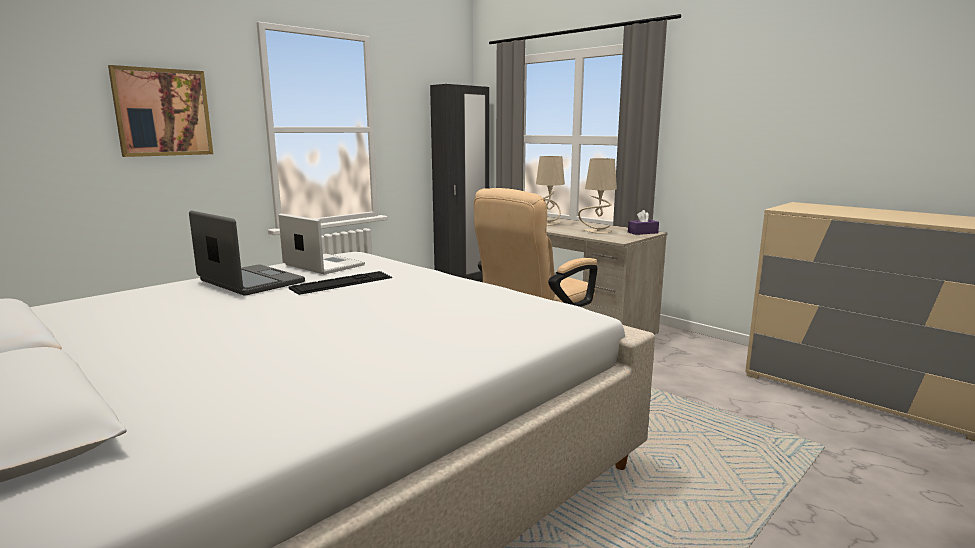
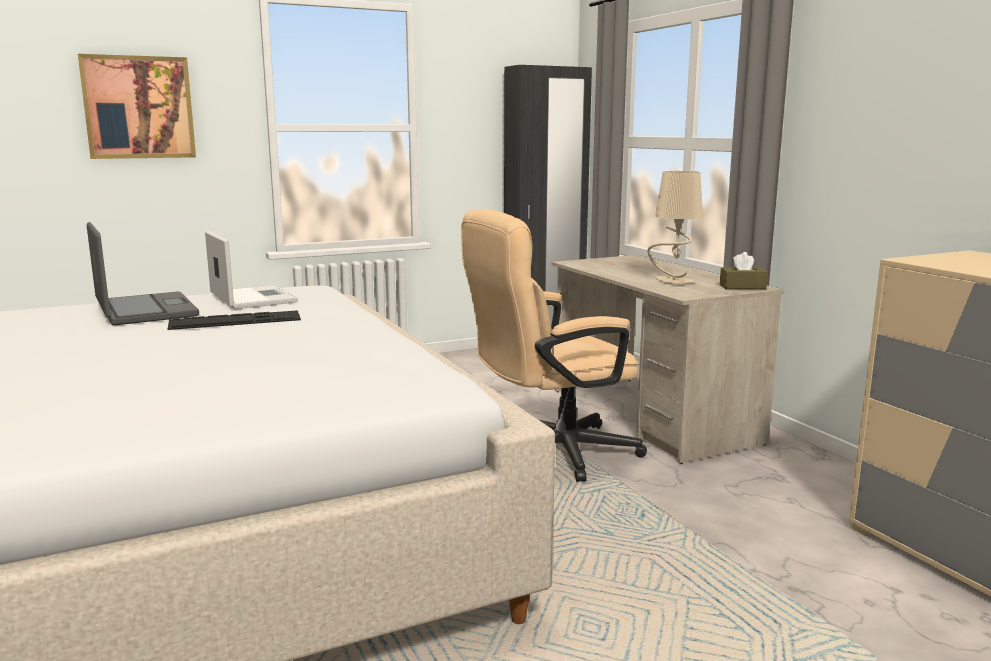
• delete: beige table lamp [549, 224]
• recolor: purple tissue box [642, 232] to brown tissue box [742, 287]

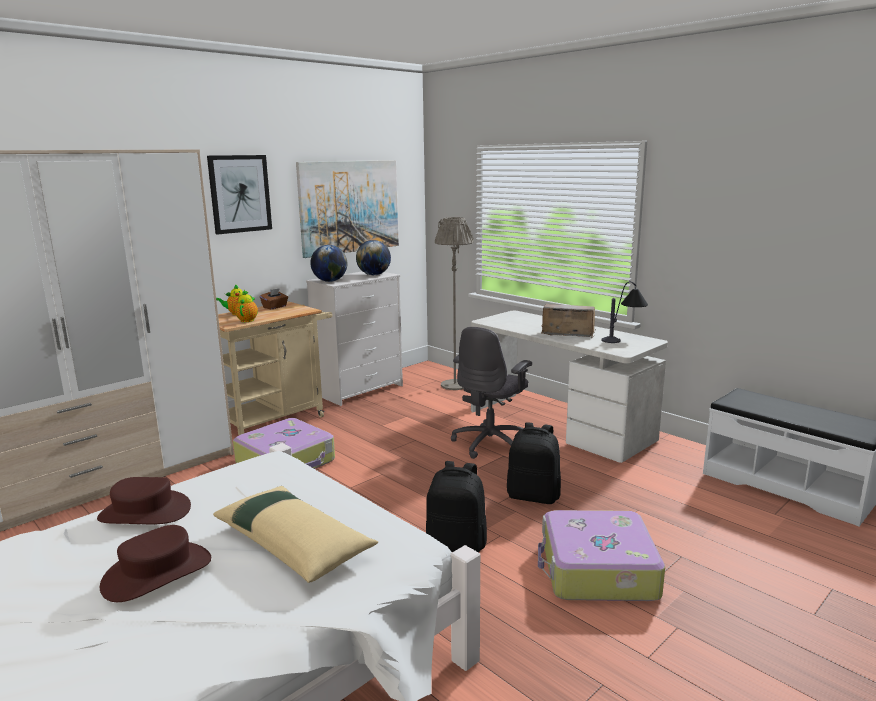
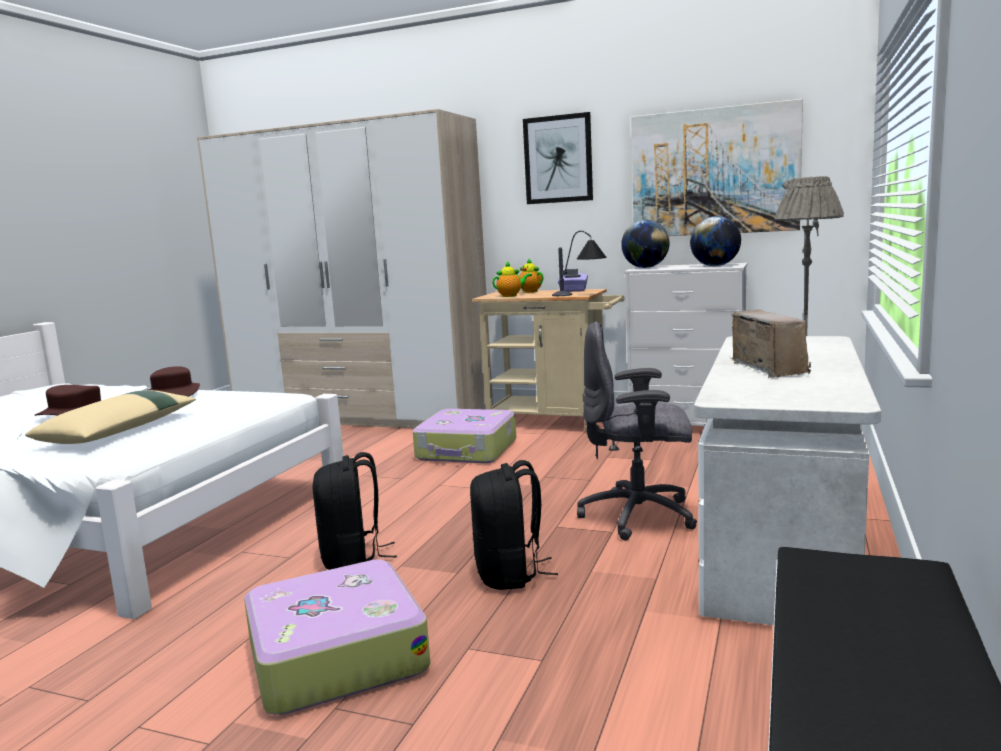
• move: table lamp [624, 337] to [581, 295]
• recolor: brown tissue box [275, 307] to purple tissue box [573, 291]

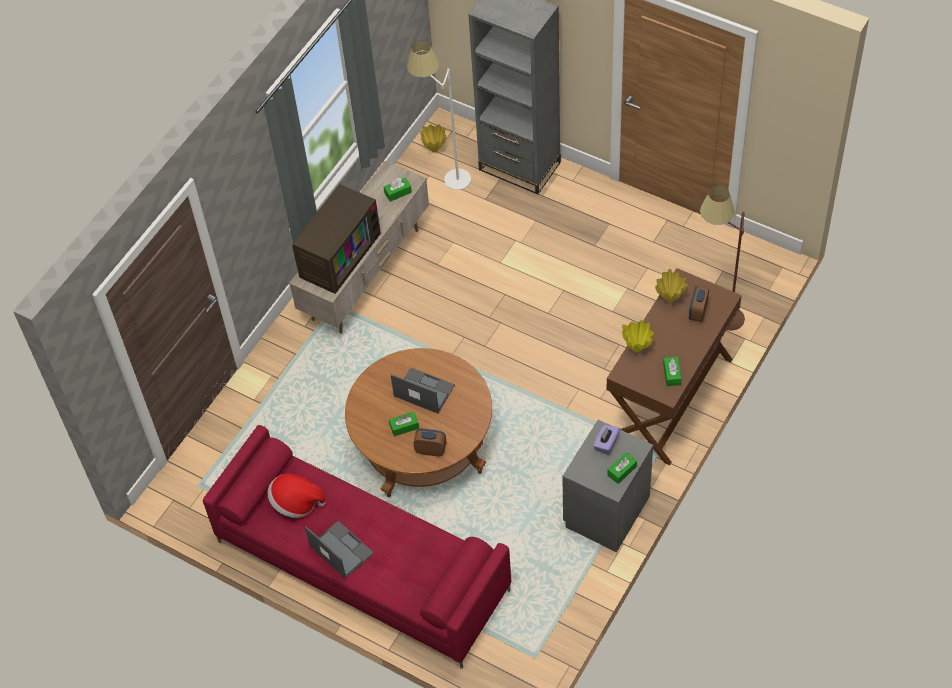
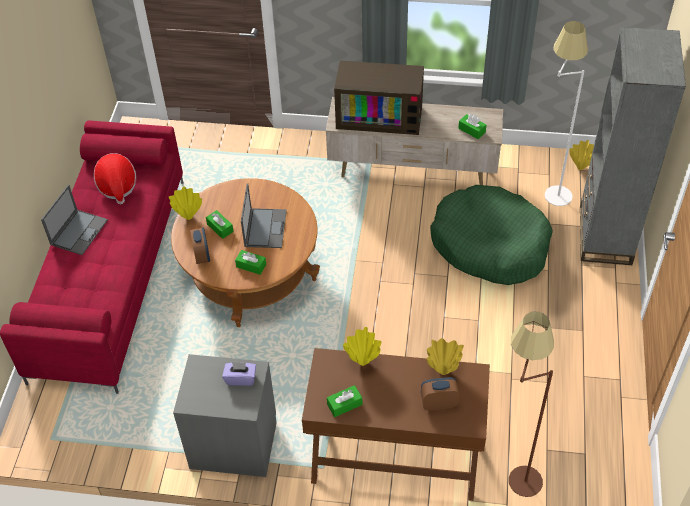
• insert: yellow vase [188, 217]
• insert: green dog bed [489, 245]
• move: green tissue box [622, 471] to [251, 266]

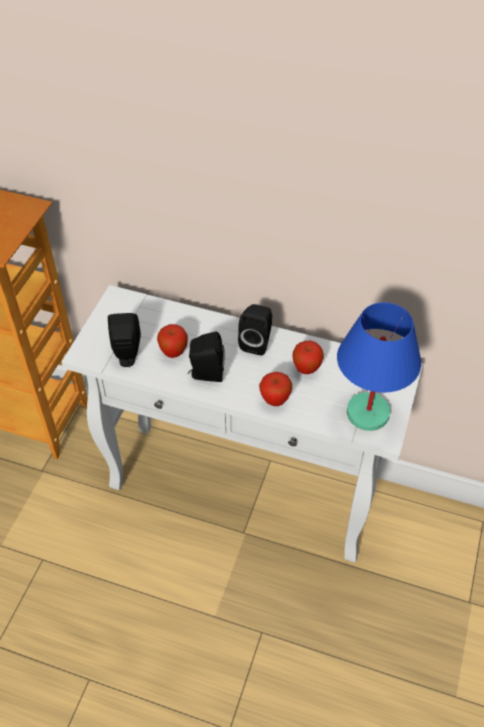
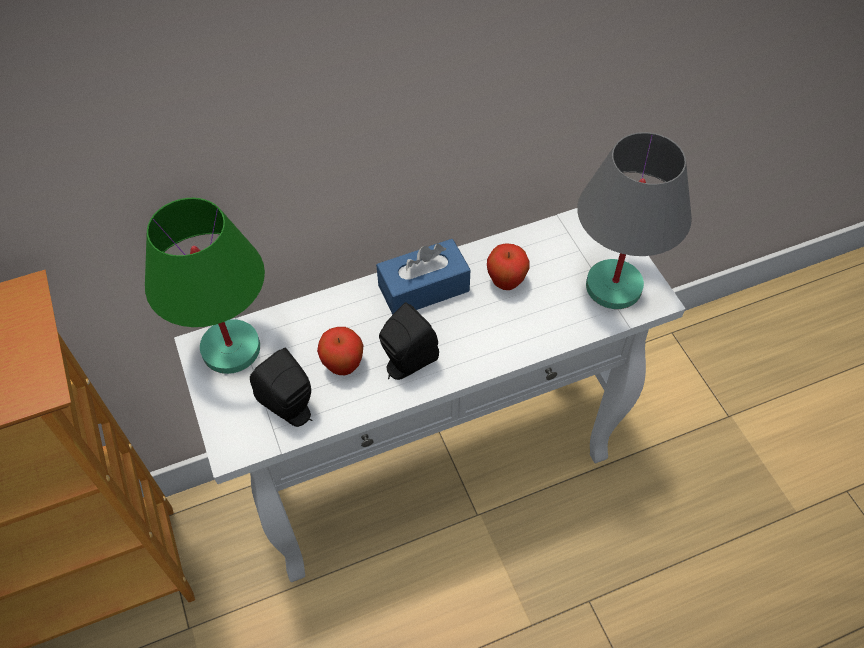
• delete: apple [275, 400]
• insert: green table lamp [230, 348]
• replace: black speaker [256, 342] to blue tissue box [423, 288]
• recolor: blue table lamp [367, 414] to grey table lamp [614, 288]

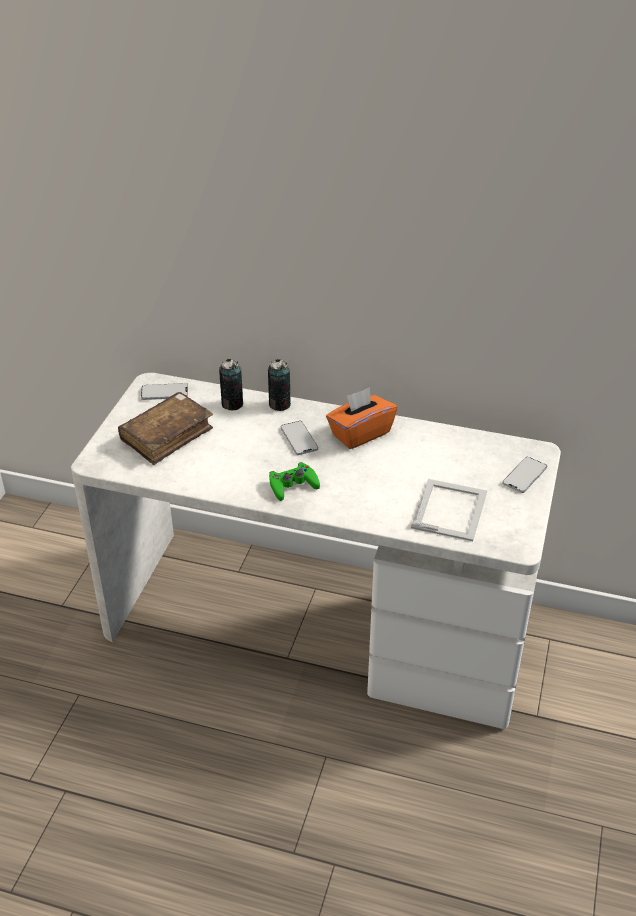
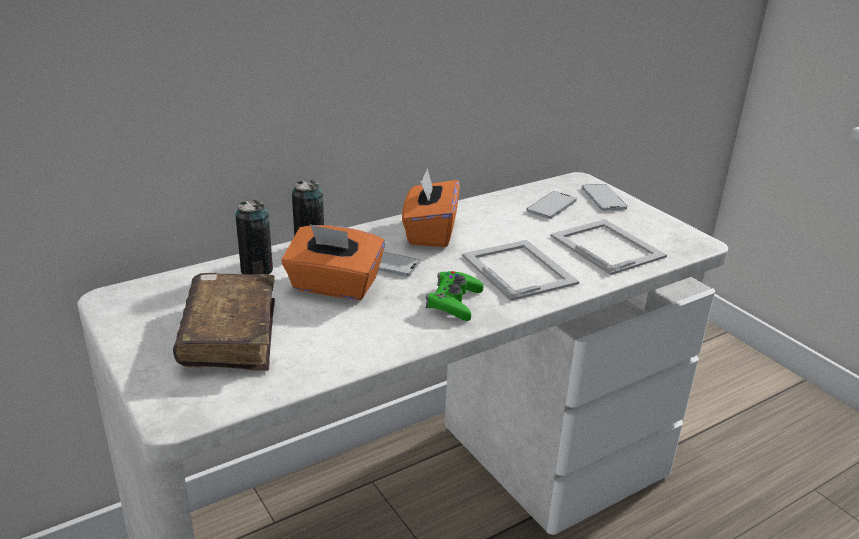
• insert: orange tissue box [334, 286]
• insert: picture frame [519, 268]
• move: phone [164, 392] to [551, 206]

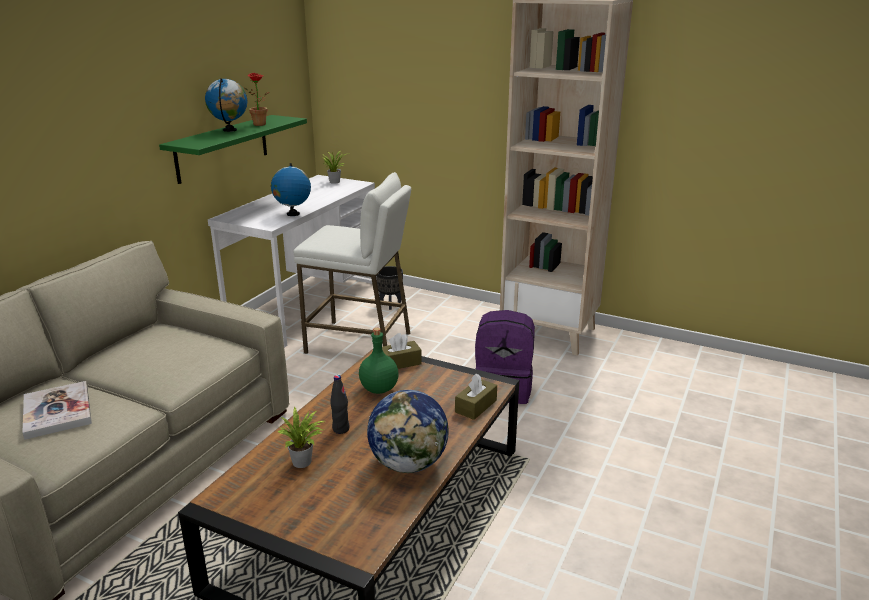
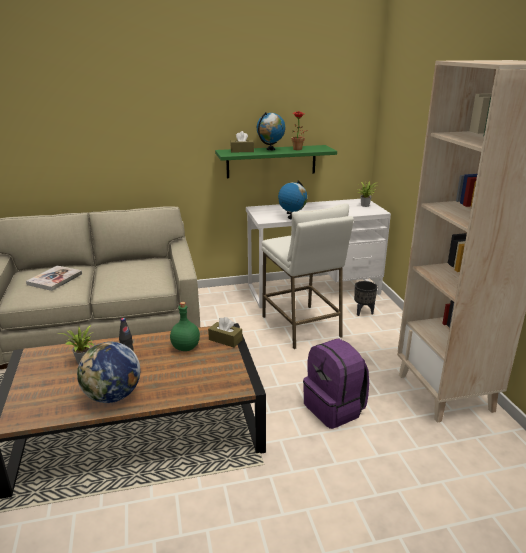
• move: brown tissue box [476, 406] to [242, 151]

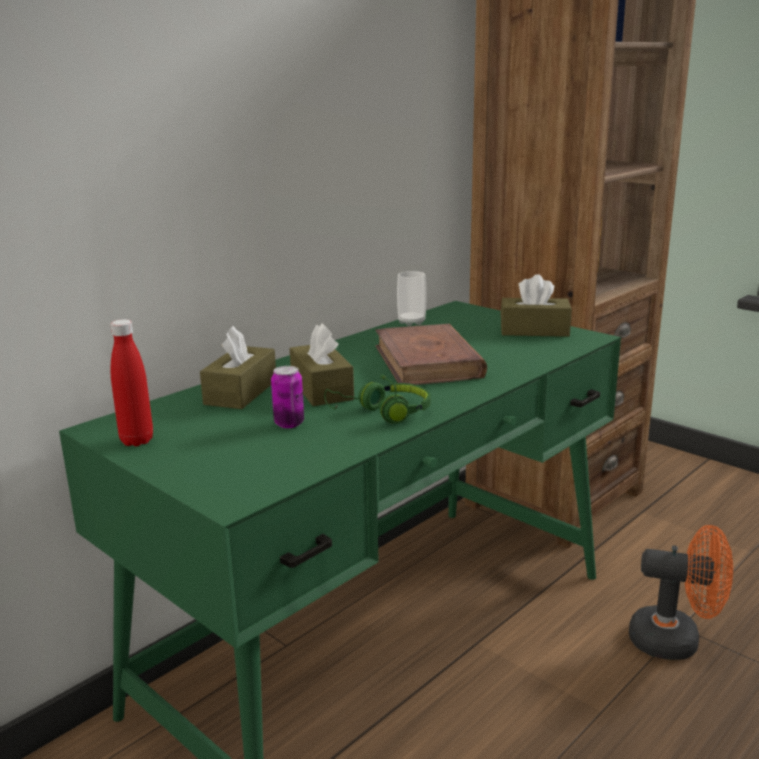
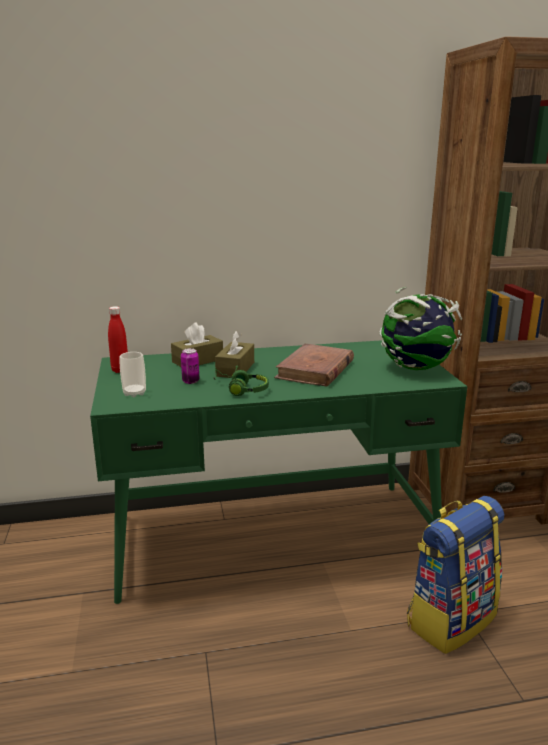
• move: cup [411, 322] to [134, 393]
• replace: brown tissue box [534, 330] to globe [416, 368]
• replace: orange fan [676, 641] to backpack [450, 619]

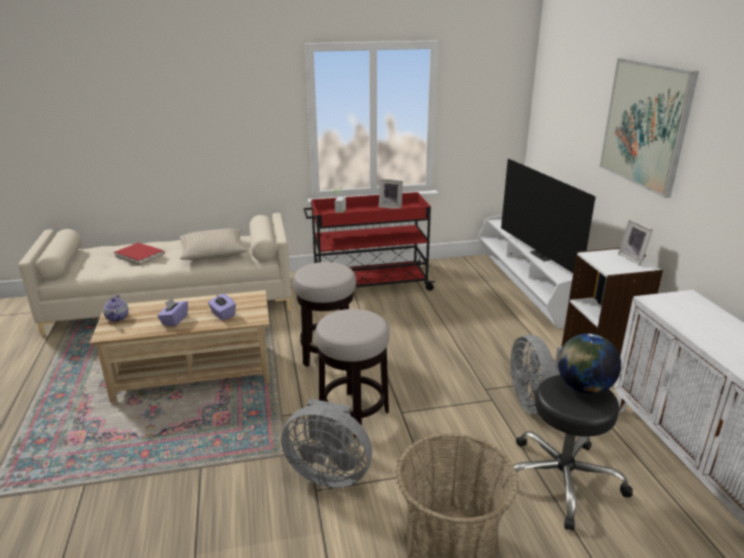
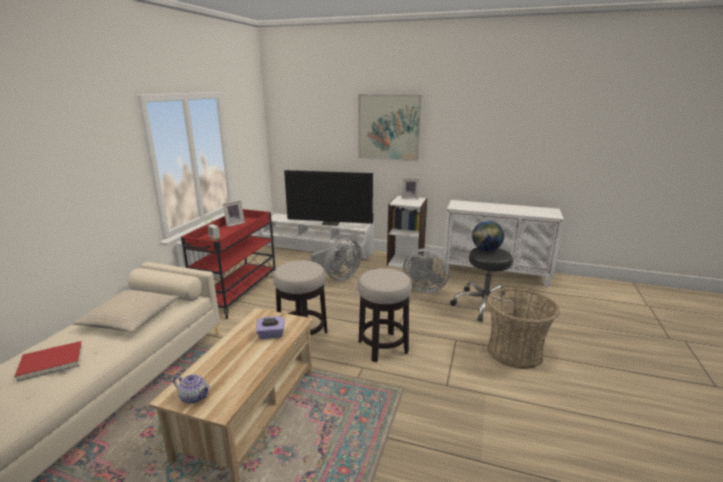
• delete: purple tissue box [174, 320]
• move: grey fan [329, 472] to [338, 277]

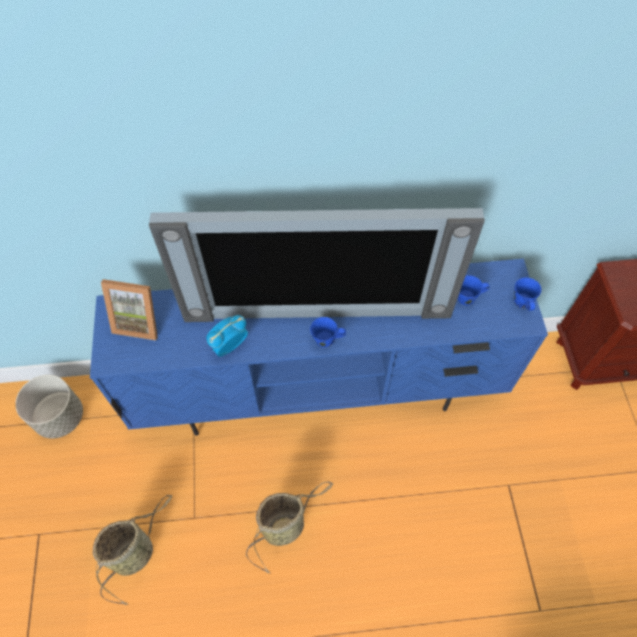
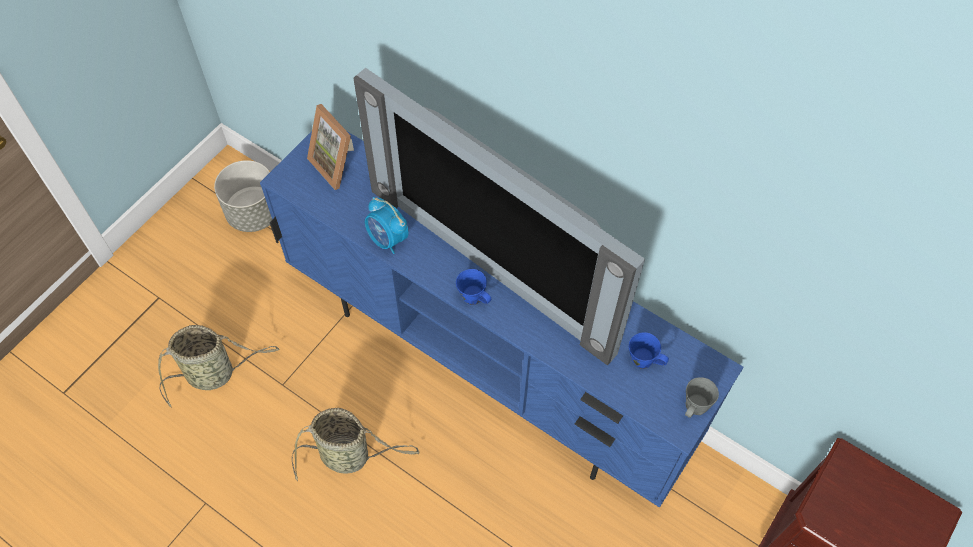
• recolor: blue mug [522, 302] to grey mug [695, 406]
• rotate: alarm clock [229, 346] = [388, 239] 135 degrees counterclockwise

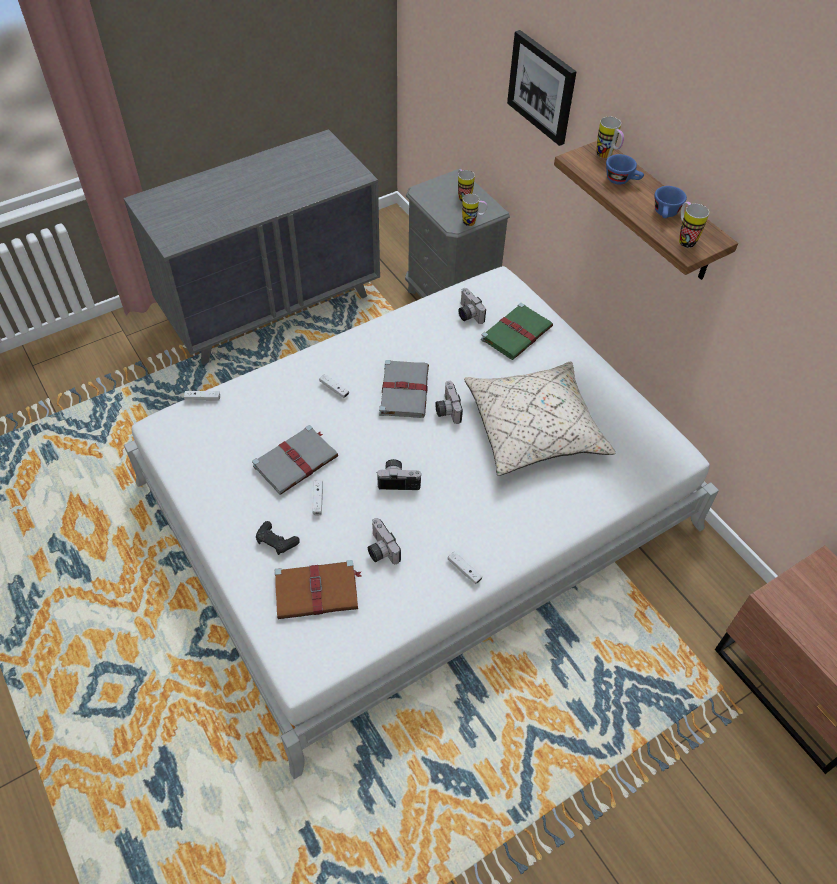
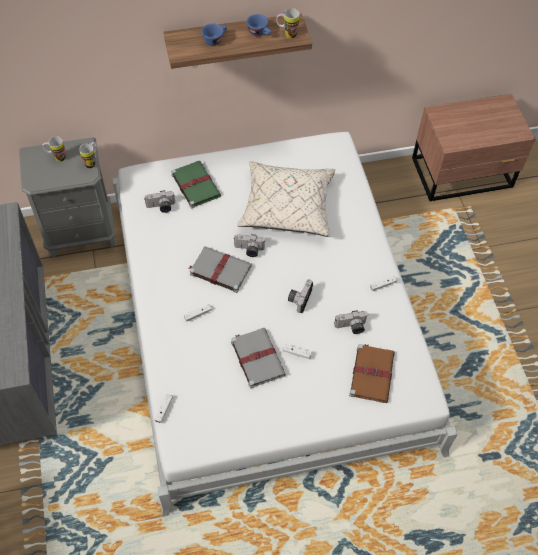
• delete: black game controller [276, 541]
• delete: picture [542, 87]
• delete: mug [607, 156]

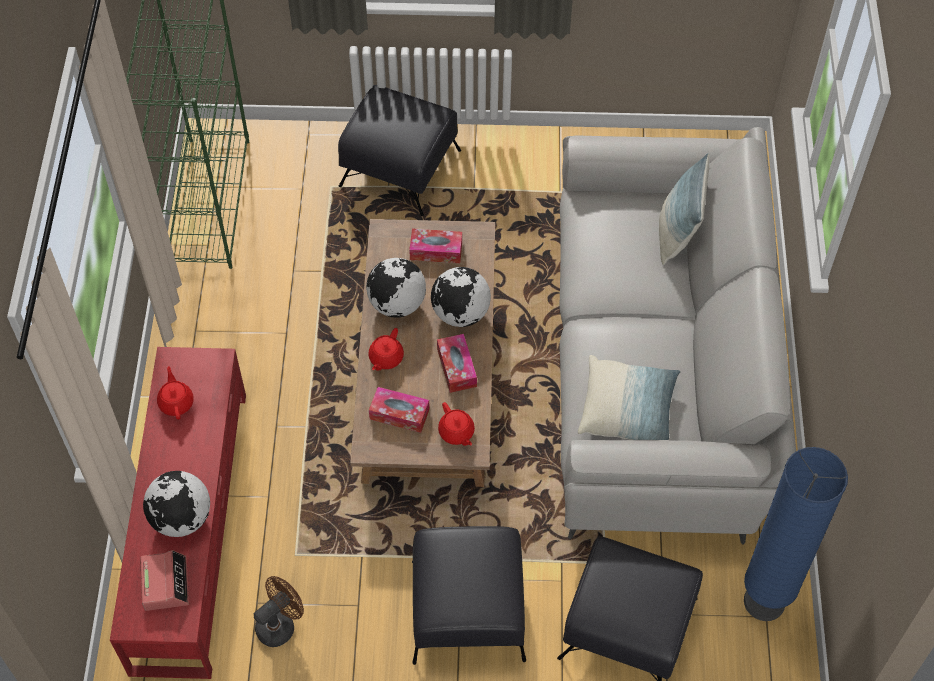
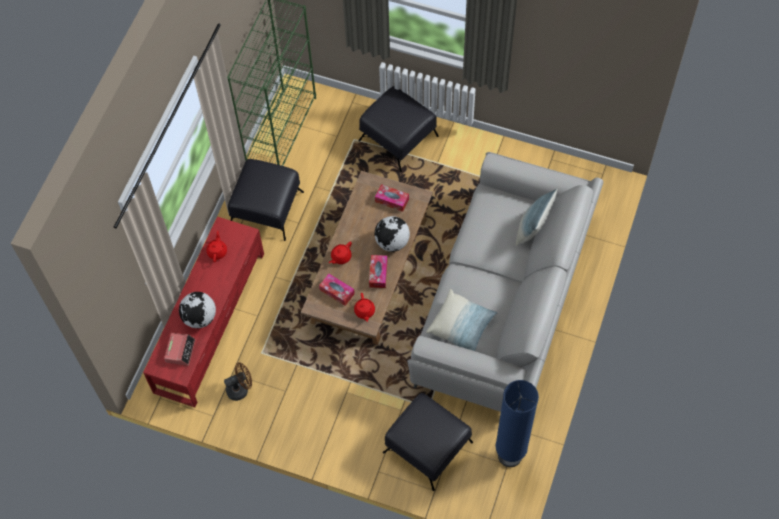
• delete: globe [397, 304]
• move: black ottoman [468, 609] to [267, 208]

